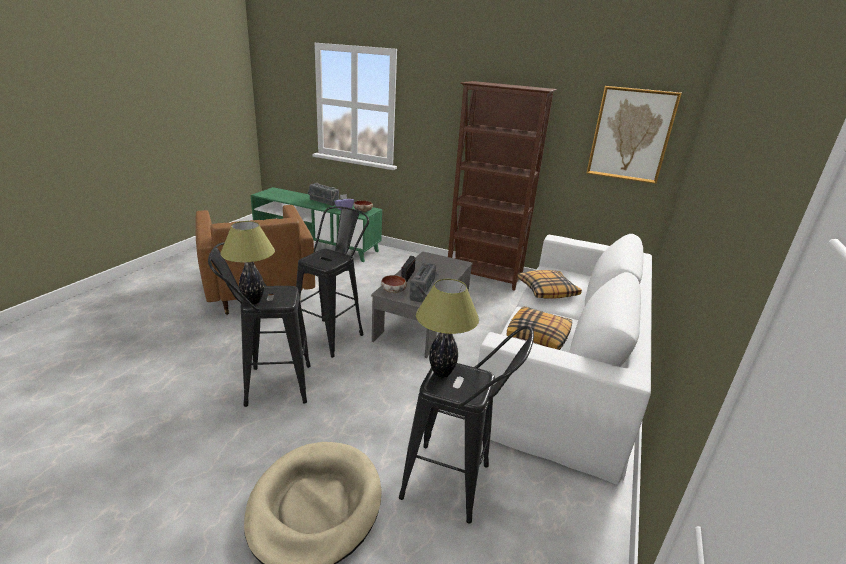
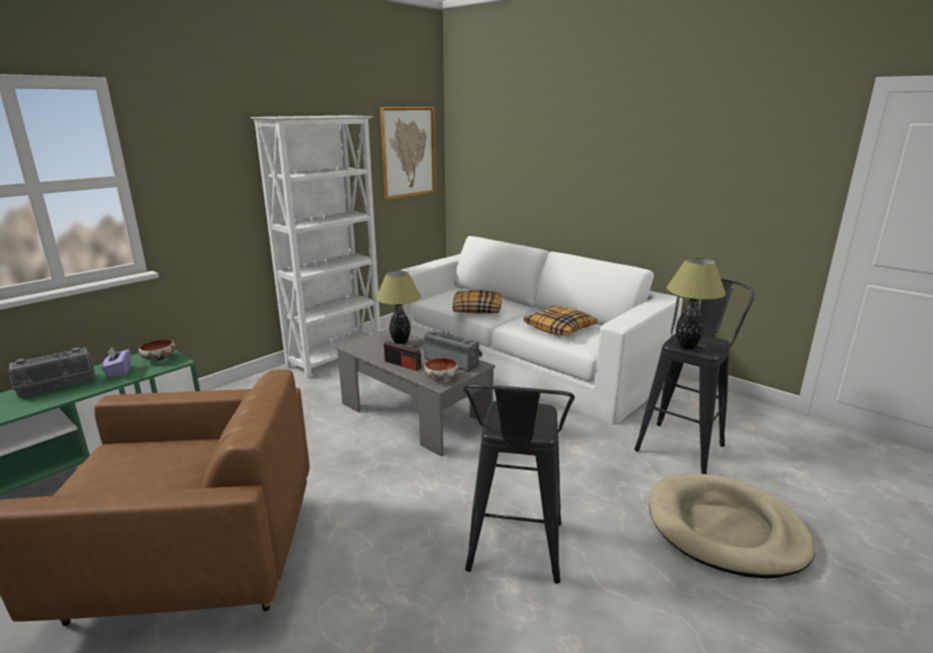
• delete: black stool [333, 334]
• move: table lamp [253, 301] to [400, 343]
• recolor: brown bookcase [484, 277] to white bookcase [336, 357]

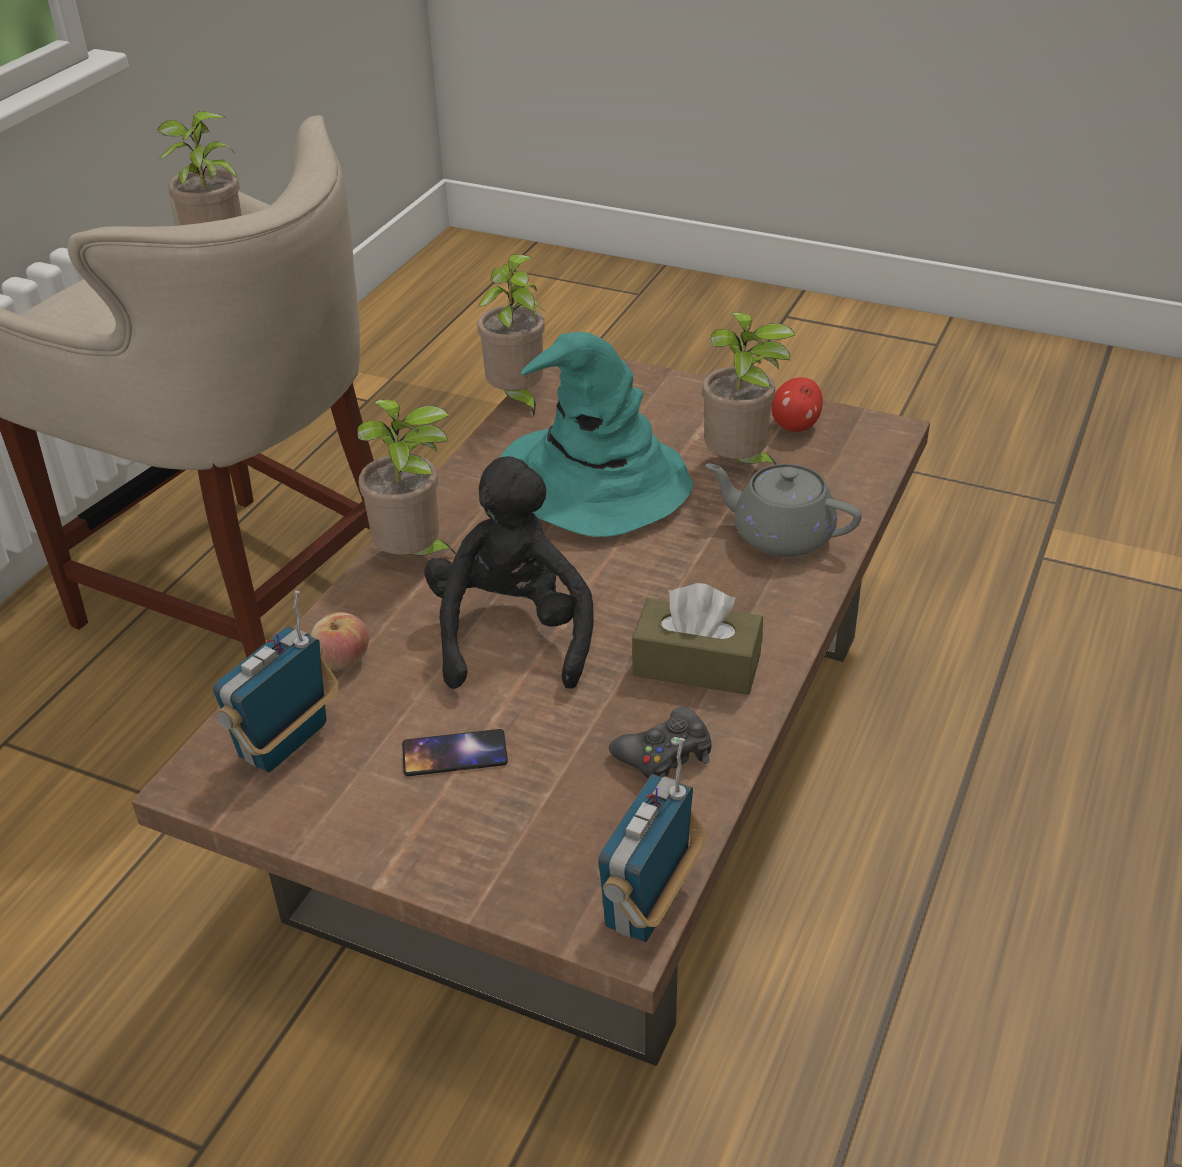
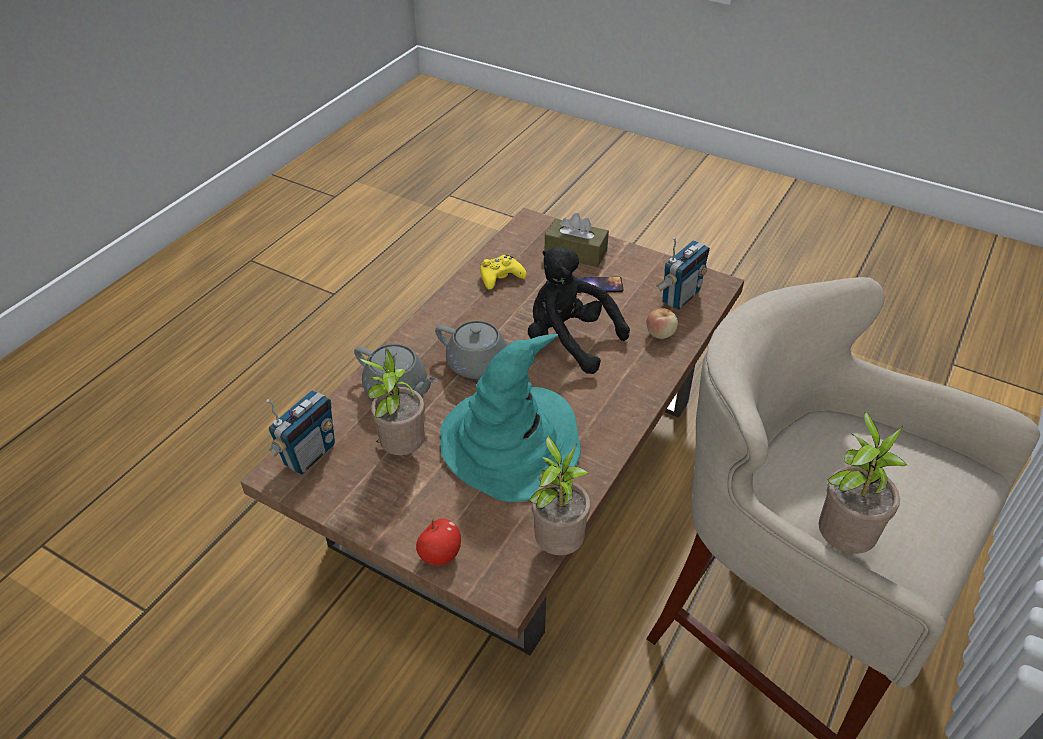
• delete: potted plant [414, 558]
• insert: grey teapot [479, 365]
• move: radio [648, 903] to [309, 455]
• move: brown tissue box [696, 665] to [575, 252]
• move: apple [795, 426] to [440, 555]
• recolor: black game controller [665, 755] to yellow game controller [500, 277]
• rotate: black plush toy [512, 634] = [569, 340] 120 degrees clockwise

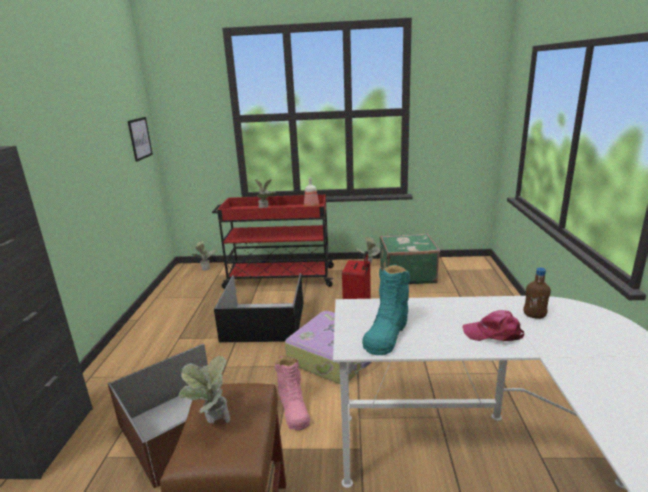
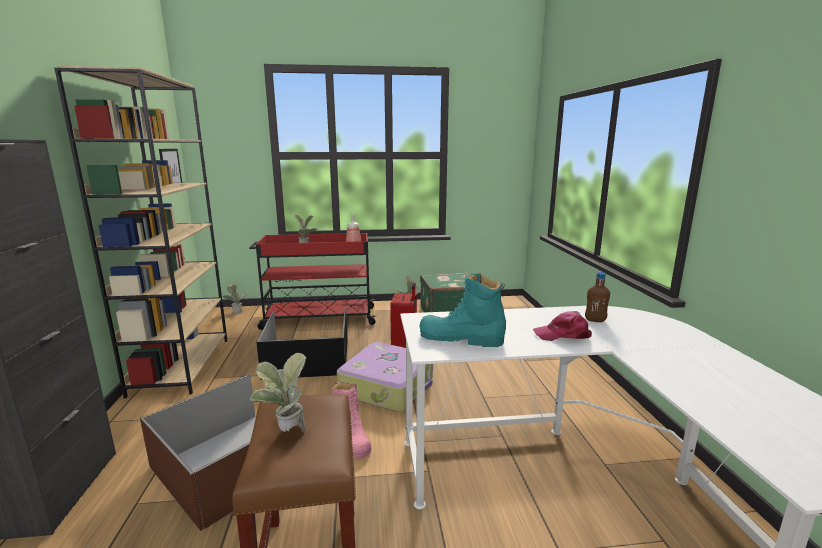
• insert: beige bookcase [181, 365]
• rotate: turquoise boot [387, 333] = [461, 338] 90 degrees clockwise

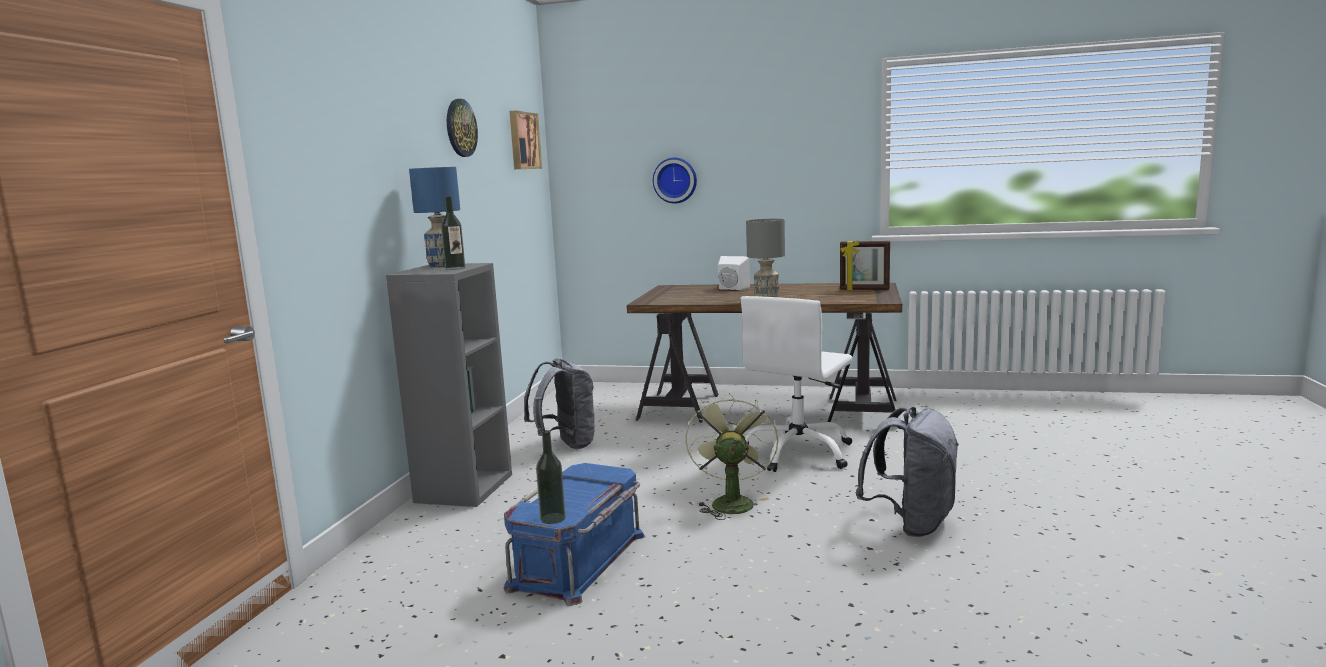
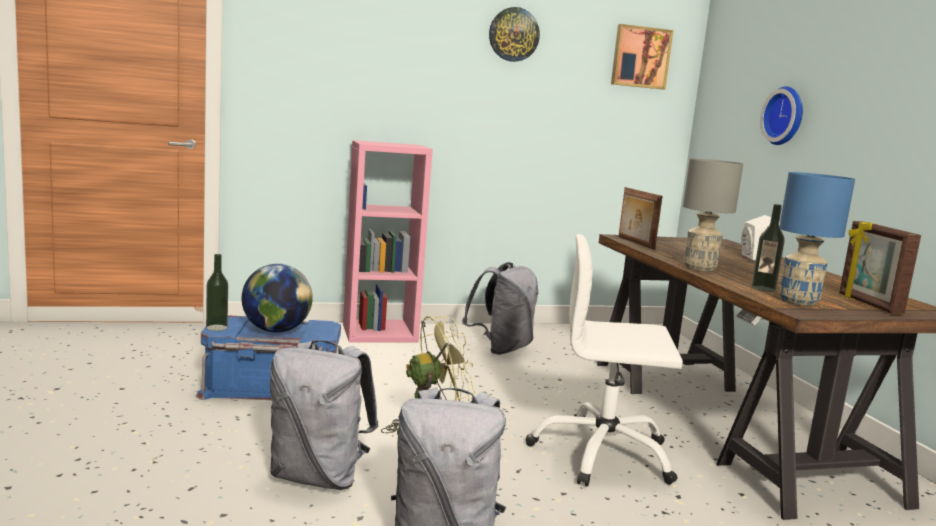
• insert: globe [276, 330]
• insert: grey backpack [319, 477]
• insert: picture frame [634, 243]
• move: blue table lamp [442, 265] to [798, 301]
• move: bottle [455, 268] to [763, 289]
• recolor: grey bookcase [464, 487] to pink bookcase [380, 333]

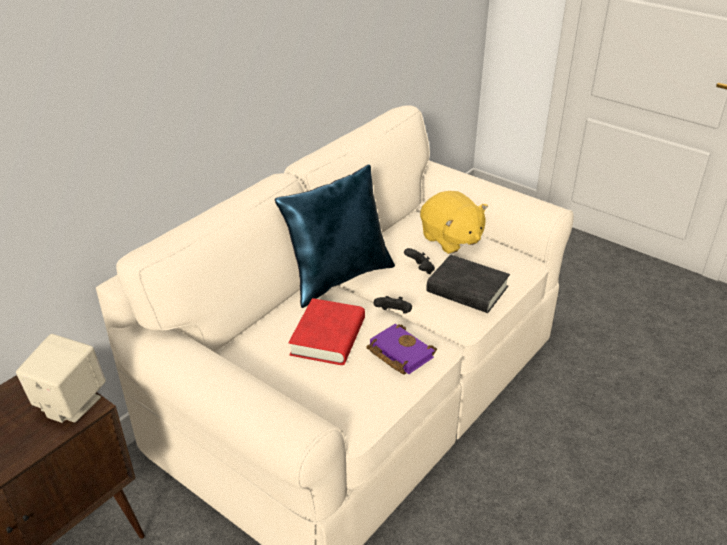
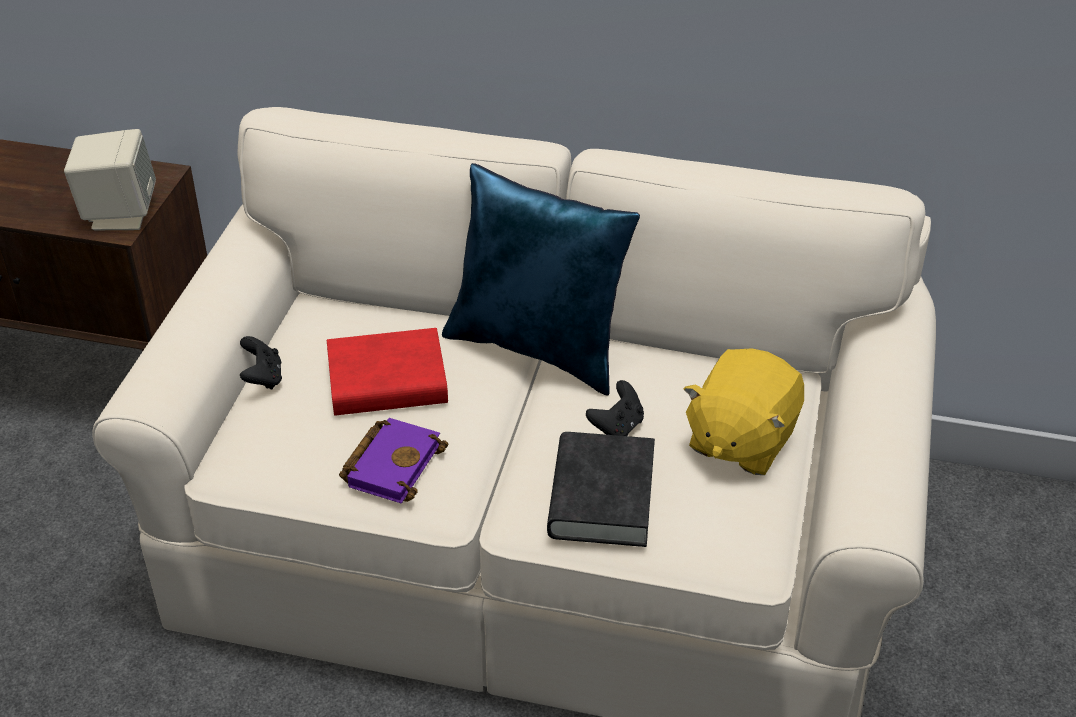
• move: black game controller [393, 314] to [263, 378]

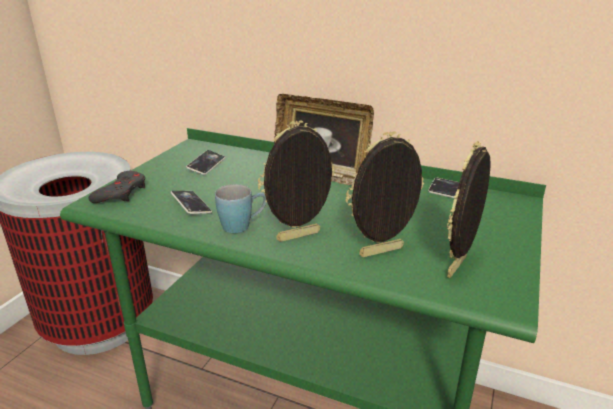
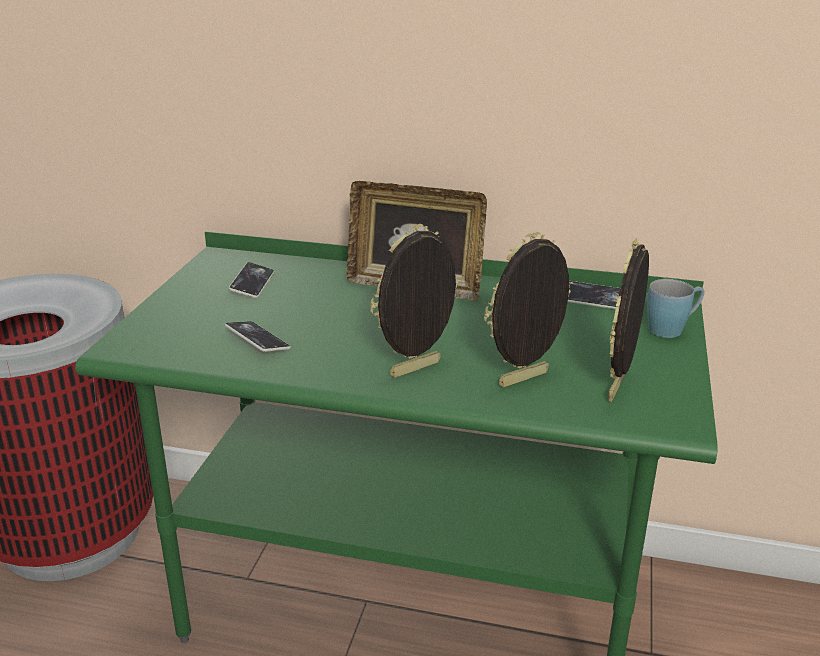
• delete: grey game controller [121, 192]
• move: blue mug [242, 225] to [672, 328]

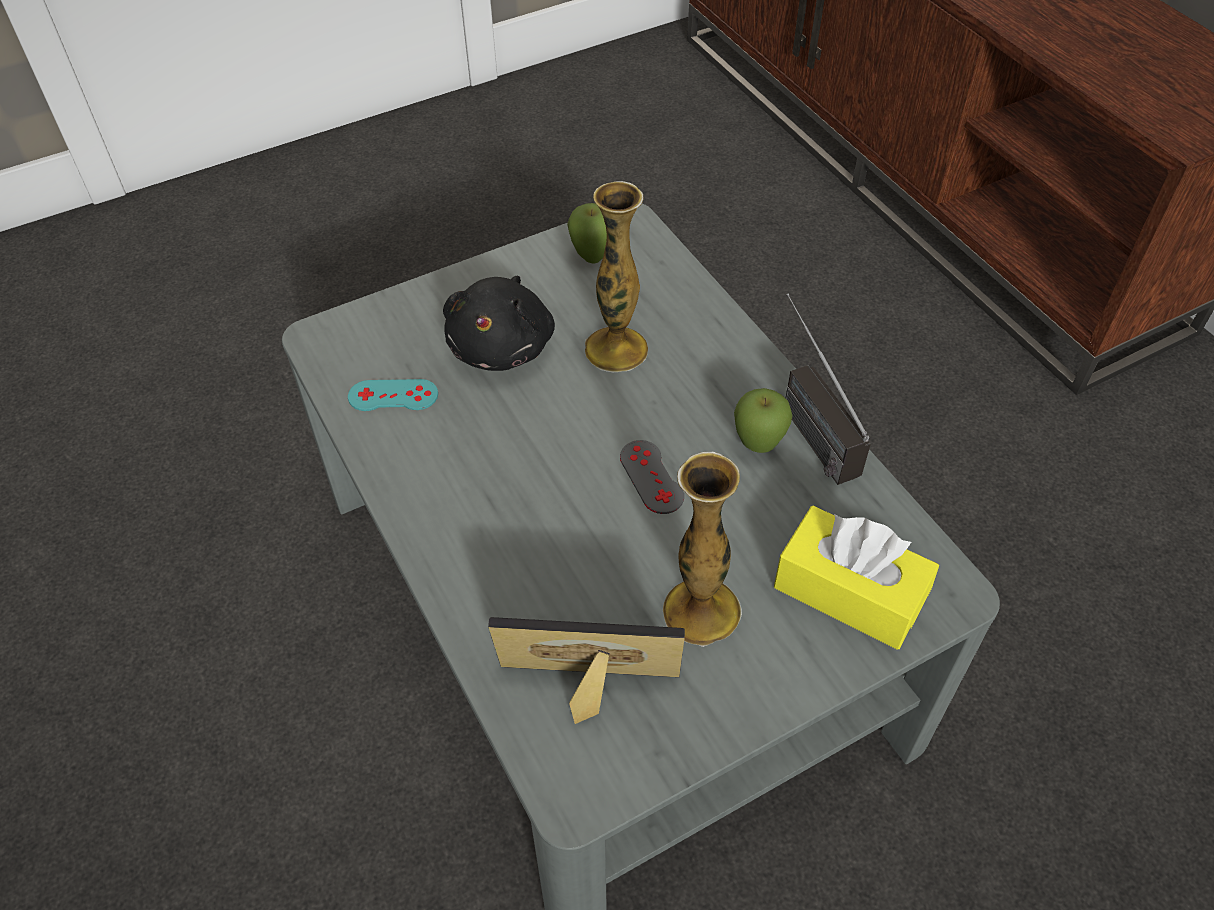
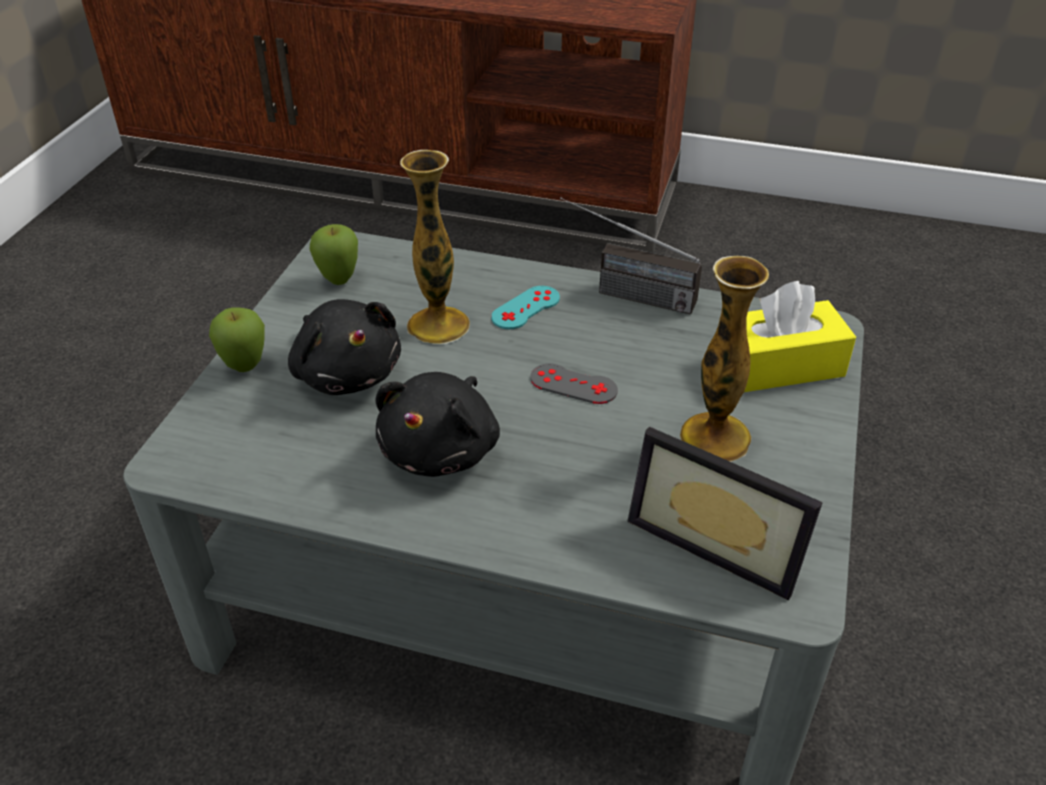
• insert: black plush toy [442, 450]
• move: turquoise game controller [393, 396] to [526, 308]
• move: apple [758, 446] to [245, 368]
• rotate: picture frame [587, 695] = [719, 539] 105 degrees counterclockwise

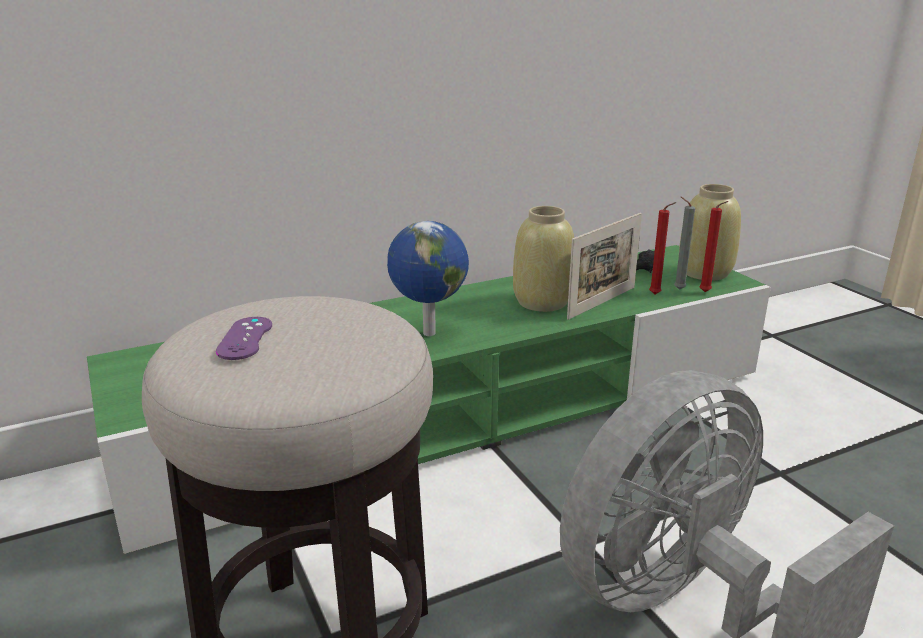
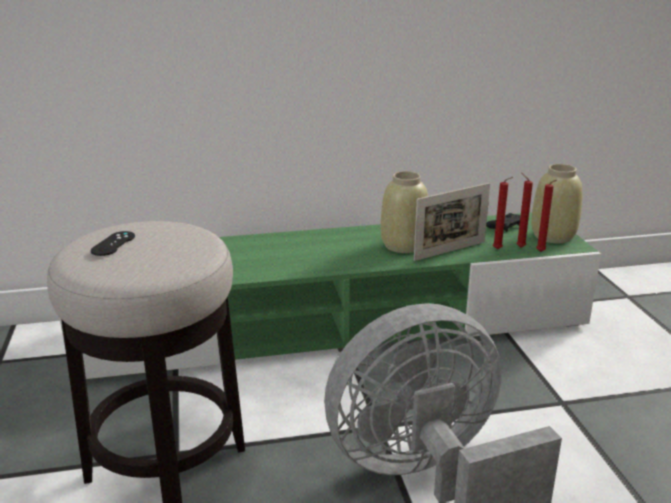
• delete: globe [427, 333]
• recolor: purple game controller [245, 338] to black game controller [113, 244]
• recolor: grey candle [677, 289] to red candle [519, 247]

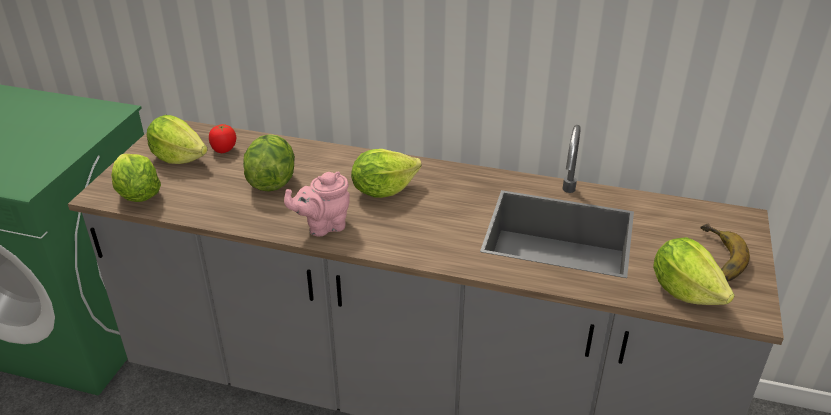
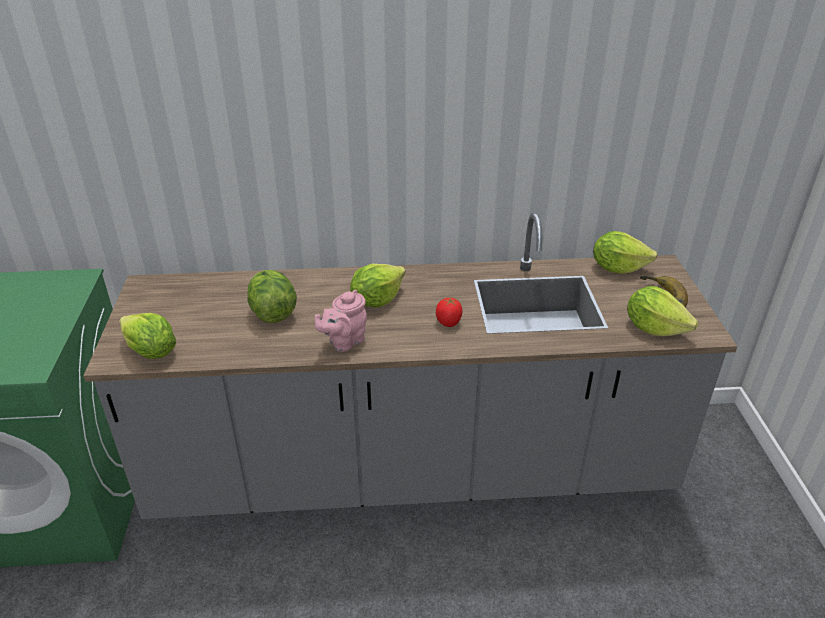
• move: lettuce [179, 157] to [617, 268]
• move: tomato [224, 149] to [448, 322]

